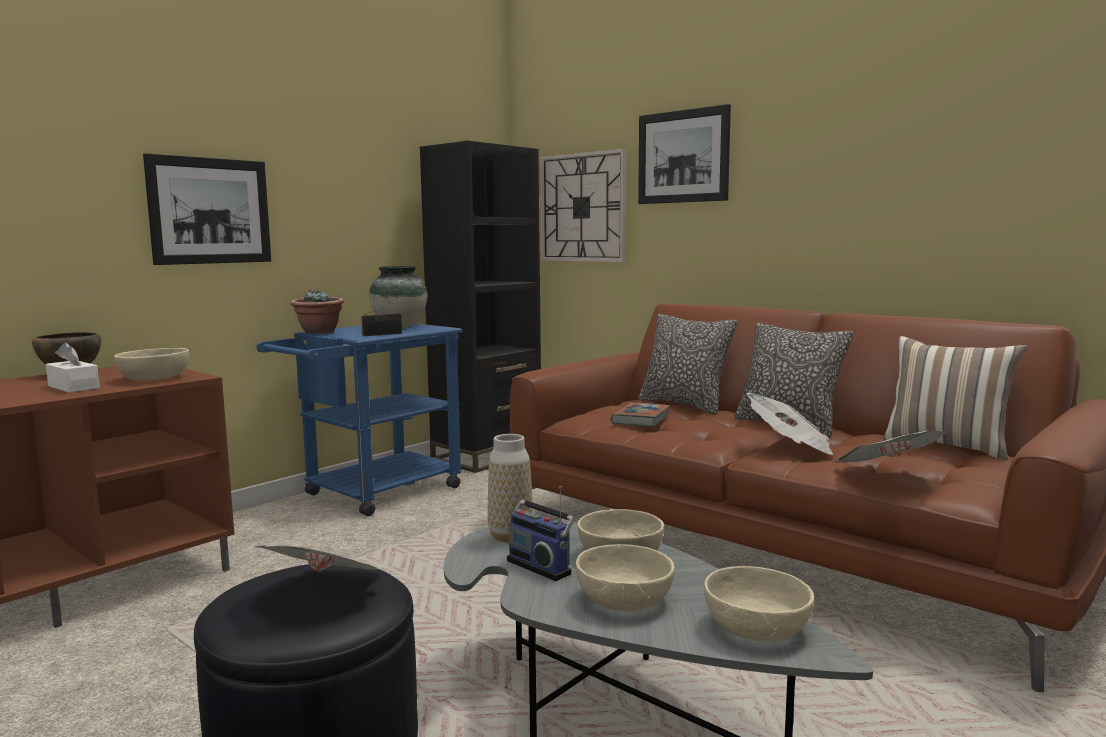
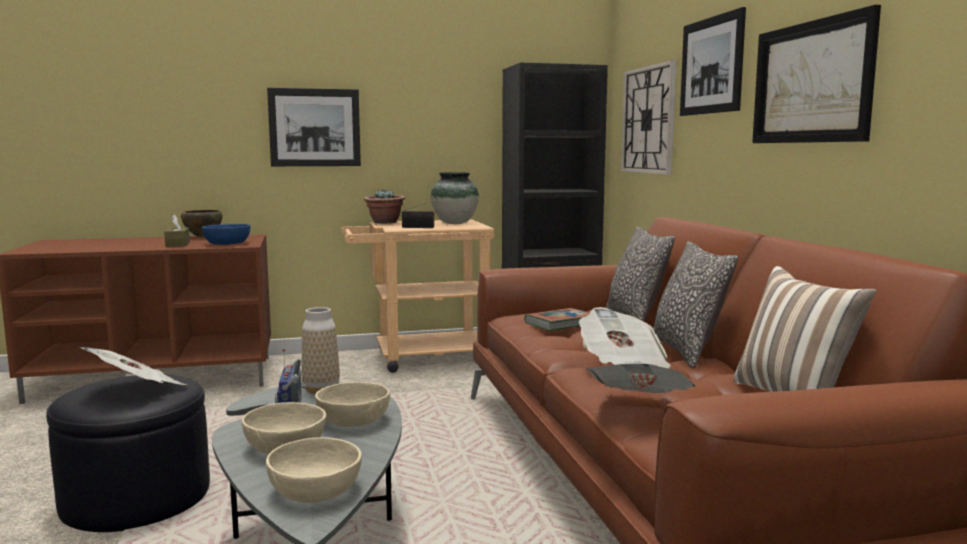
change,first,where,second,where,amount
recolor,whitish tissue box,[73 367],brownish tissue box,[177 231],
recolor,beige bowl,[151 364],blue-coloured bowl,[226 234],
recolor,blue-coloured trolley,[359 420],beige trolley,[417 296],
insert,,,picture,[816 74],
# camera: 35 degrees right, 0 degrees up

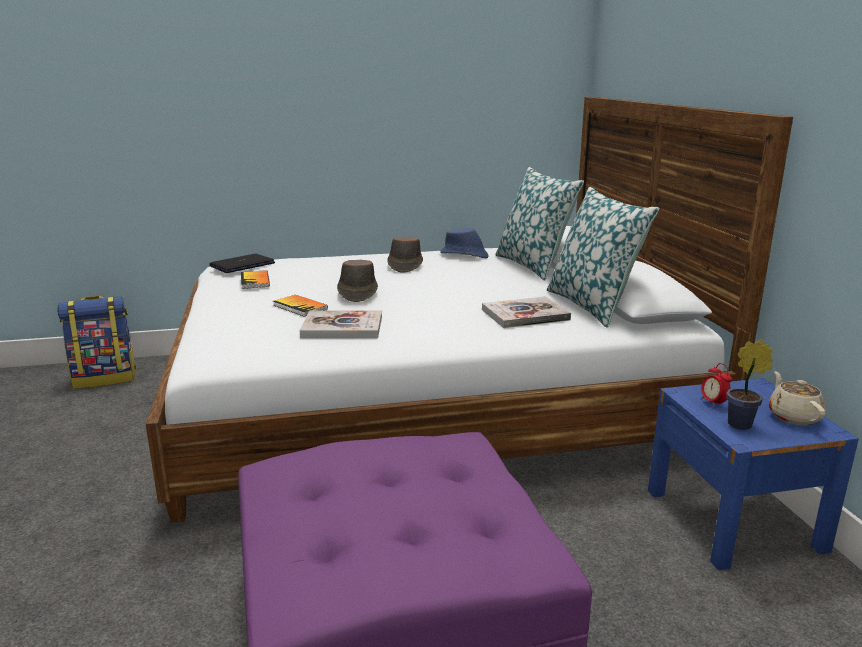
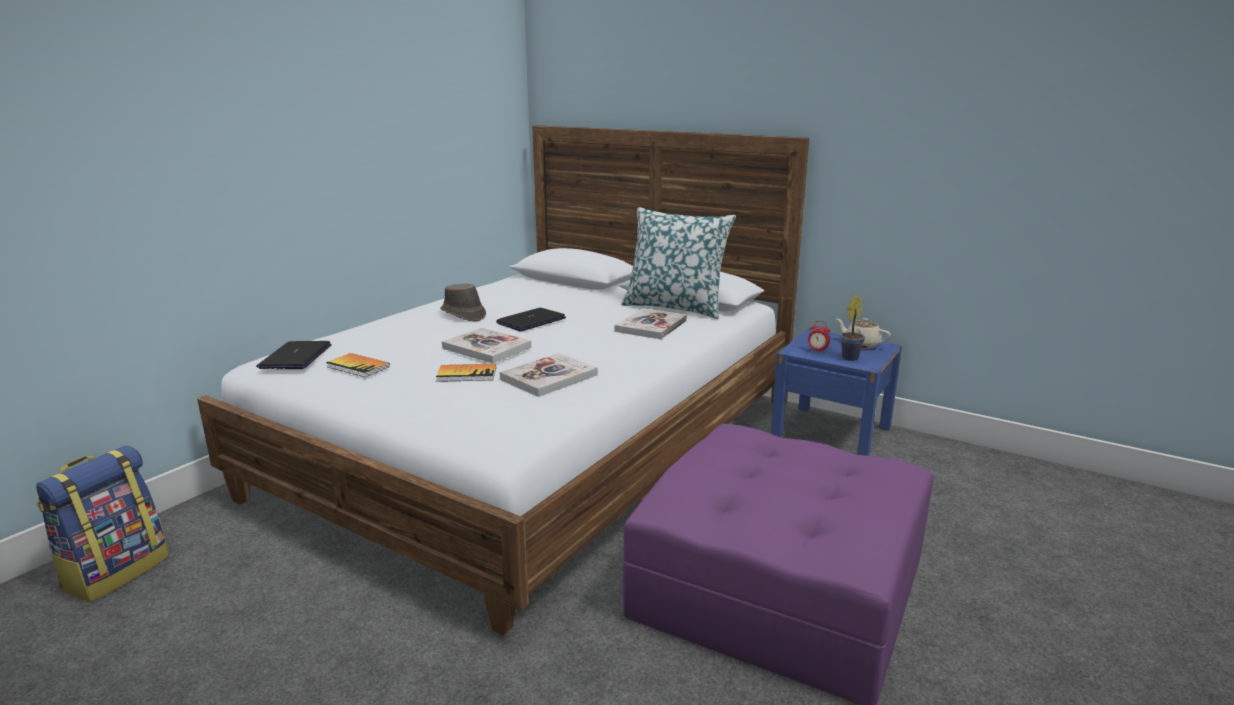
change,first,where,second,where,amount
replace,brownish clothing hat,[357 281],bound book,[486 345],
insert,,,laptop,[531 319],
delete,blue-coloured clothing hat,[464 243],,,
delete,pillow,[539 224],,,
# camera: 45 degrees left, 0 degrees up

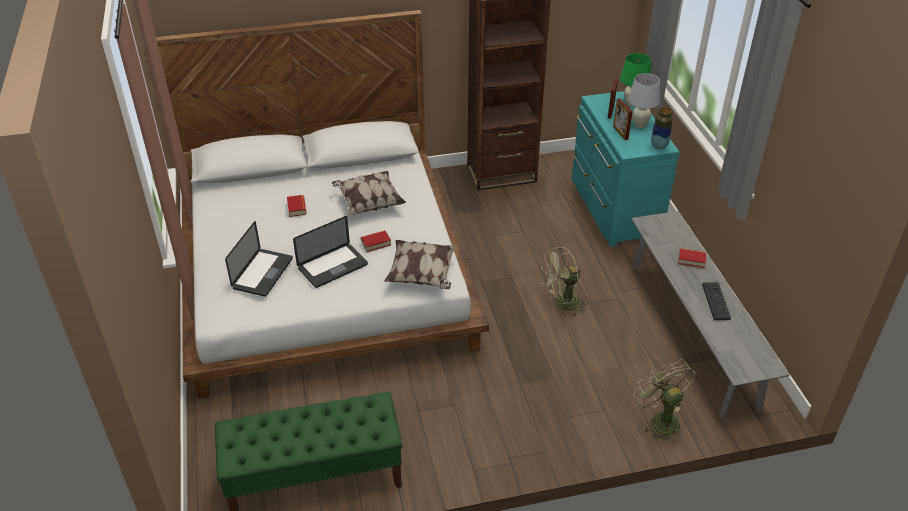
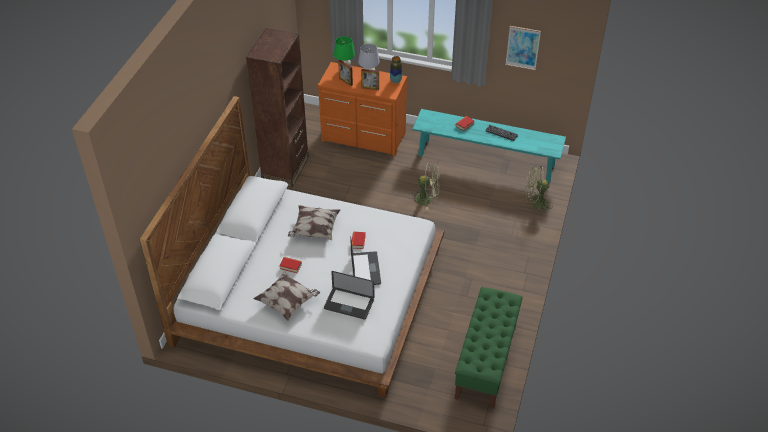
change,first,where,second,where,amount
move,pillow,[420 264],,[286 296],
recolor,turquoise-coloured chest of drawers,[626 169],orangey chest of drawers,[362 109],
rotate,laptop,[259 259],,[349 295],150 degrees clockwise
rotate,green fan,[564 282],,[425 186],90 degrees counterclockwise
recolor,grey indoor bench,[710 315],turquoise-coloured indoor bench,[489 146],
insert,,,picture,[523 48],
# camera: 60 degrees left, 5 degrees up

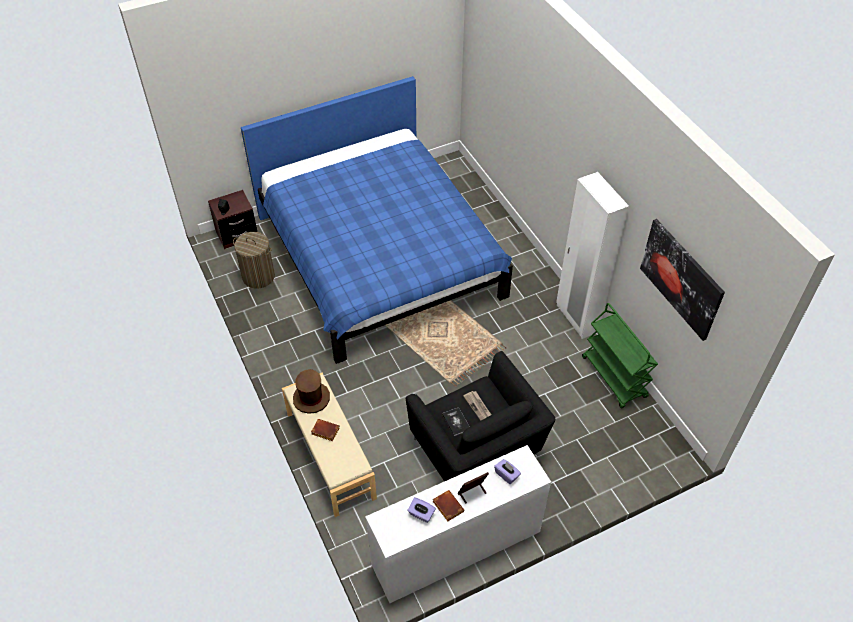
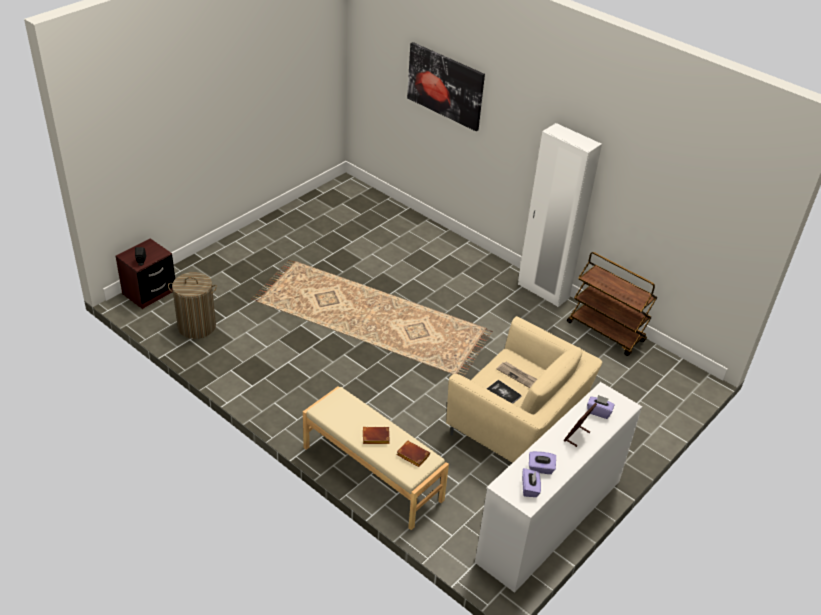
change,first,where,second,where,amount
move,brownish bound book,[448 505],,[413 454],
move,picture,[682 280],,[446 86],
recolor,black-coloured armchair,[480 416],beige armchair,[524 389],
insert,,,purplish tissue box,[531 482],
recolor,green trolley,[620 355],brownish trolley,[612 304],
delete,blue-coloured sleeping bed,[377 220],,,
delete,brownish clothing hat,[311 391],,,
# camera: 25 degrees left, 10 degrees down

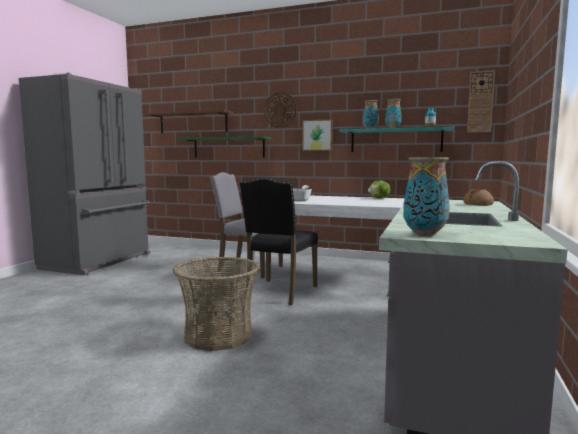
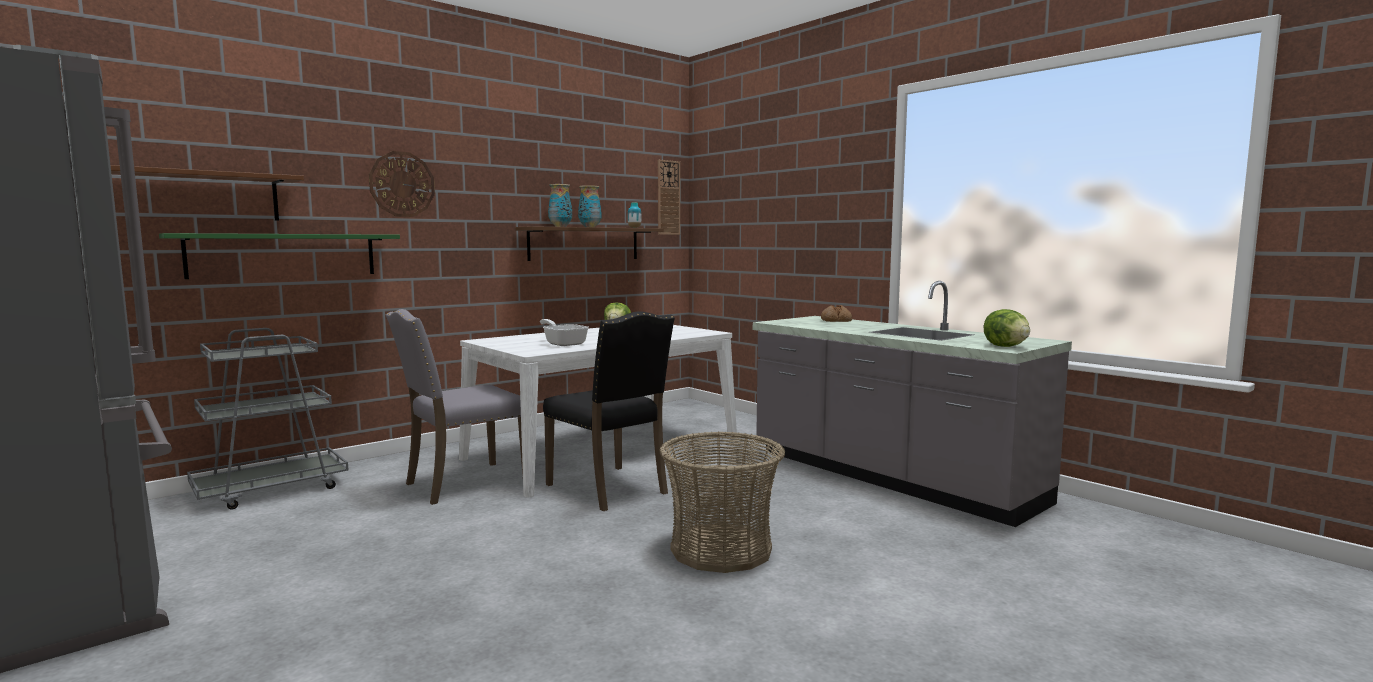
change,first,where,second,where,amount
insert,,,grey trolley,[267 419],
recolor,turquoise-coloured wall shelf,[396 139],brownish wall shelf,[589 243],
replace,decorative vase,[426 196],head of lettuce,[1006 328],
delete,picture,[317 135],,,
# camera: 60 degrees left, 0 degrees up

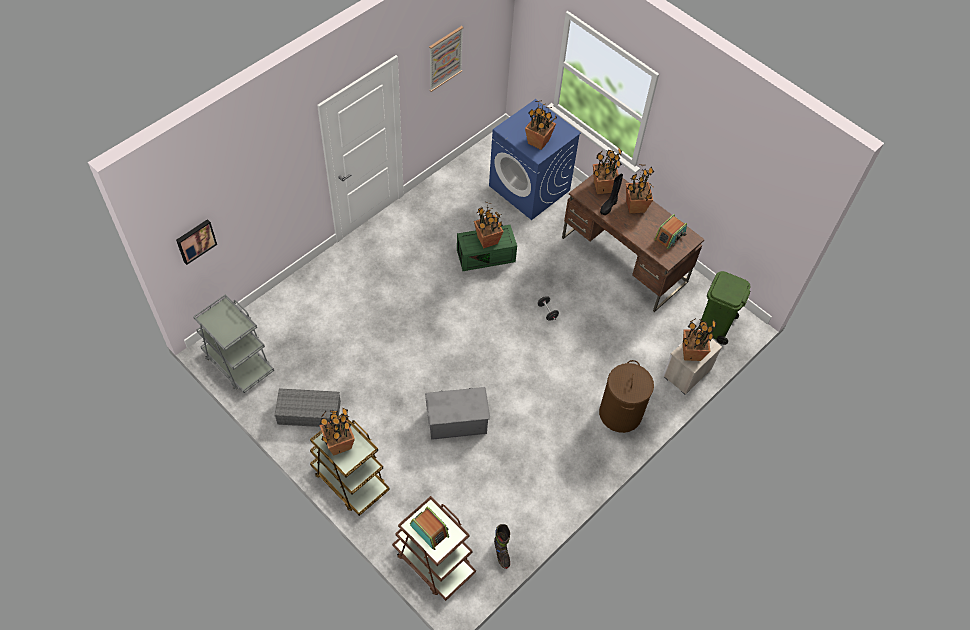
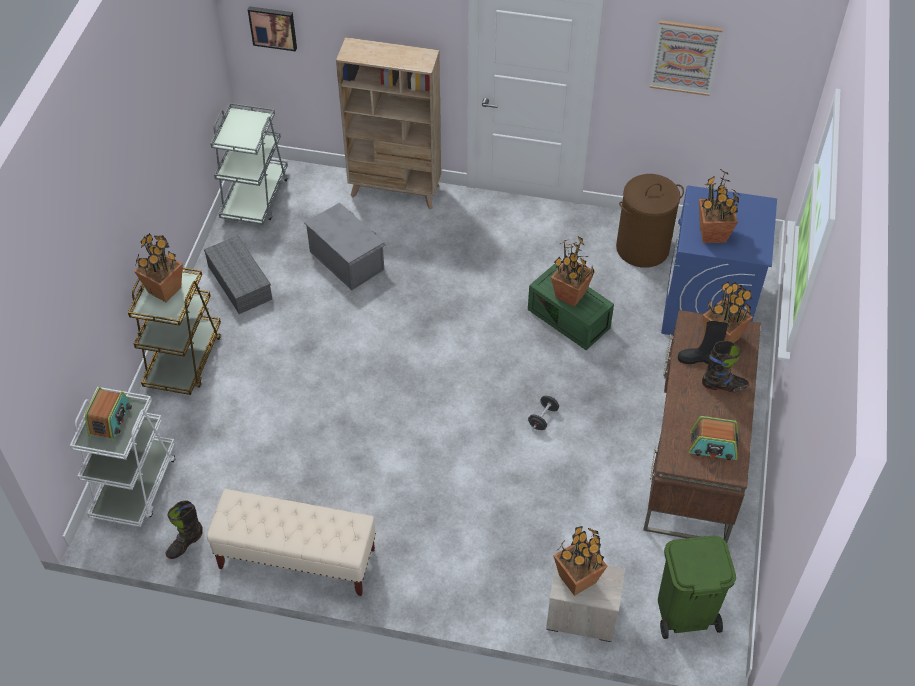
change,first,where,second,where,amount
recolor,brownish trolley,[434 548],whitish trolley,[123 457],
insert,,,beige indoor bench,[291 542],
move,grey storage box,[457 413],,[345 246],
insert,,,beige shelving unit,[388 123],
move,brownish laundry basket,[626 396],,[650 221],
replace,potted plant,[640 189],black-coloured boot,[725 366],
# camera: 60 degrees right, 5 degrees down

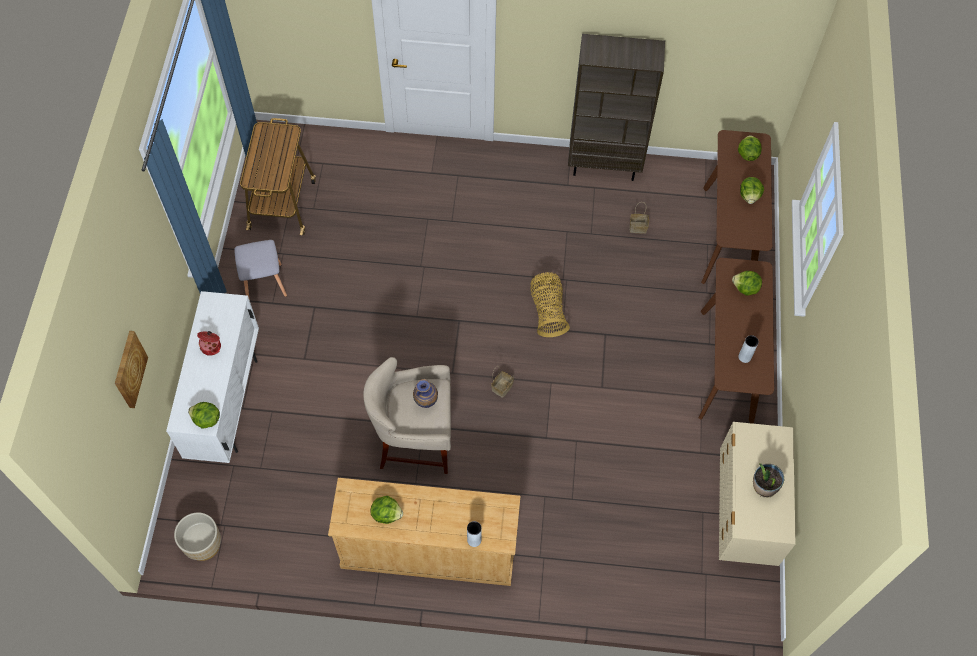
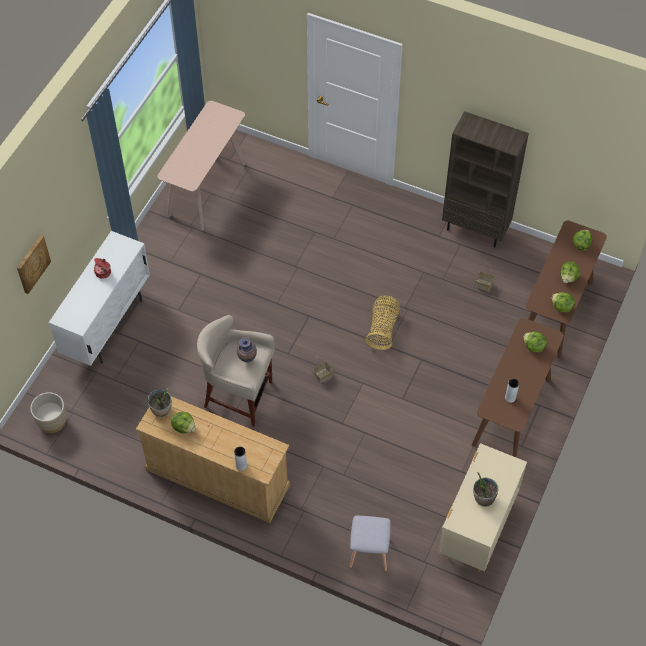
change,first,where,second,where,amount
insert,,,potted plant,[159 402],
replace,trolley,[278 176],beige hall table,[201 166],
move,grey stool seat,[260 270],,[370 544],
move,head of lettuce,[204 415],,[563 302],
# camera: 20 degrees right, 5 degrees down

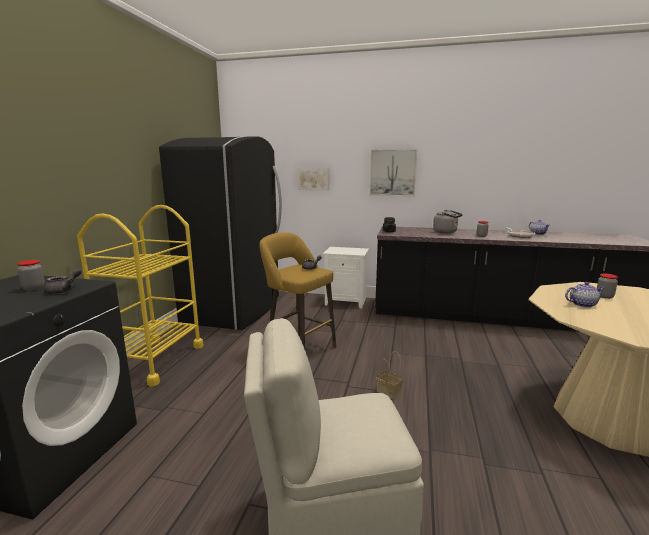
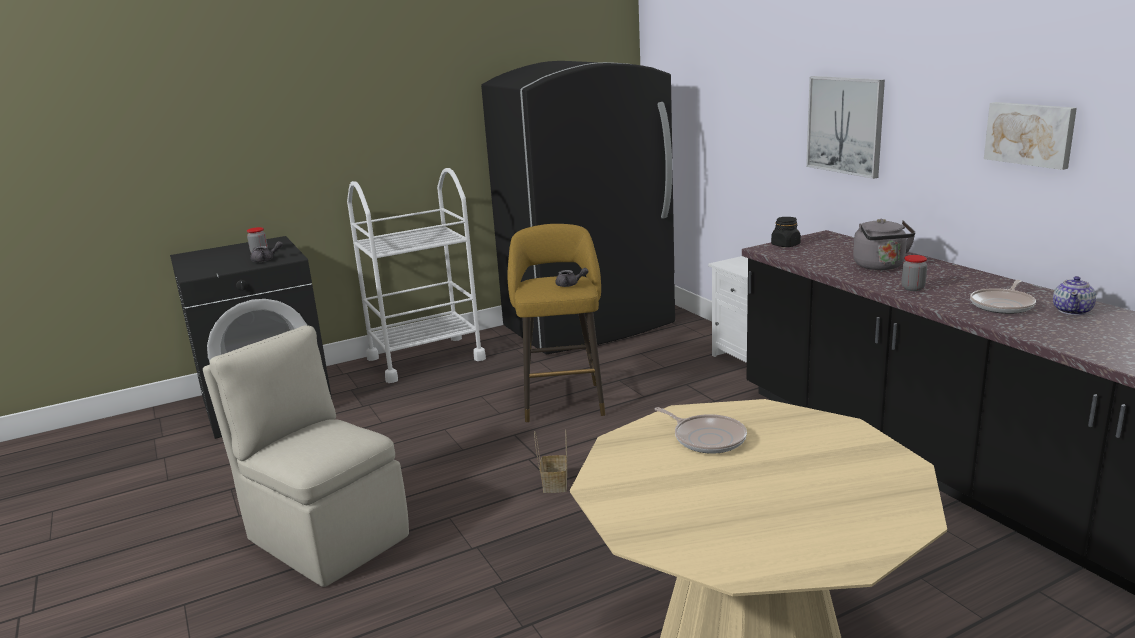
change,first,where,second,where,amount
recolor,yellow trolley,[140 295],whitish trolley,[416 275],
replace,tea pot,[585 295],frying pan,[701 430],
move,picture,[314 179],,[1030 136],
delete,storage jar,[607 286],,,
# camera: 50 degrees right, 5 degrees up

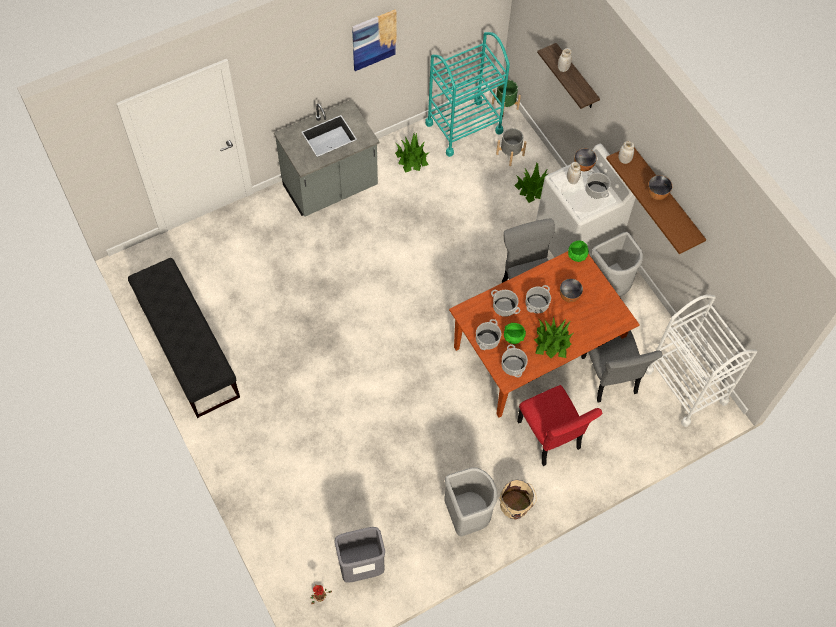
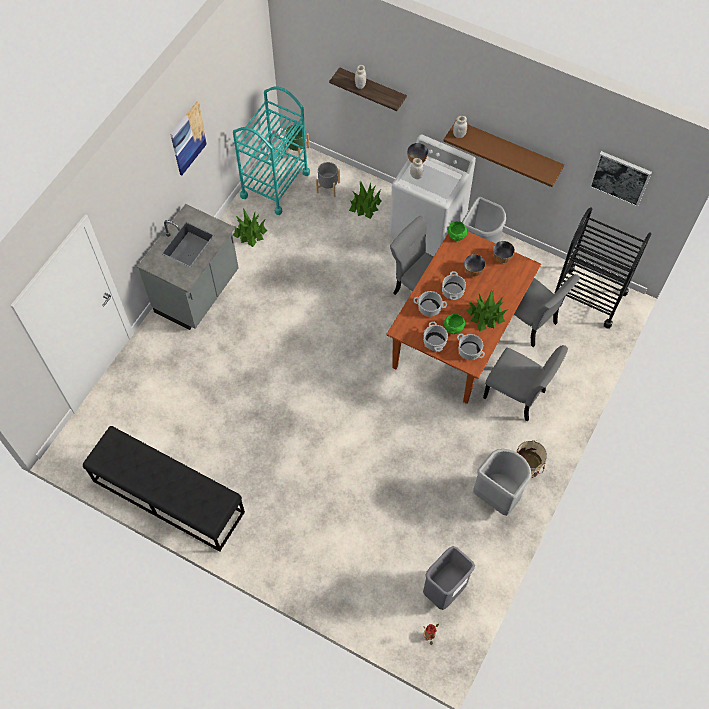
change,first,where,second,where,amount
recolor,red upright chair,[559 425],grey upright chair,[525 383],
move,bowl,[660 187],,[504 252],
recolor,whitish trolley,[701 361],black-coloured trolley,[603 268],
insert,,,picture,[620 179],
delete,cooking pot,[598 184],,,
# camera: 30 degrees left, 0 degrees up

